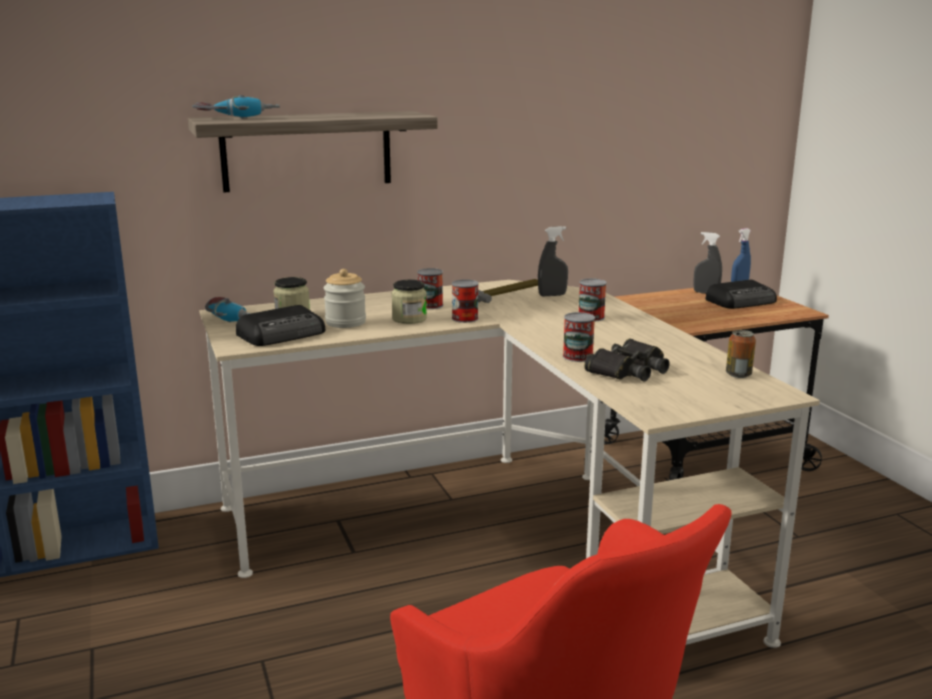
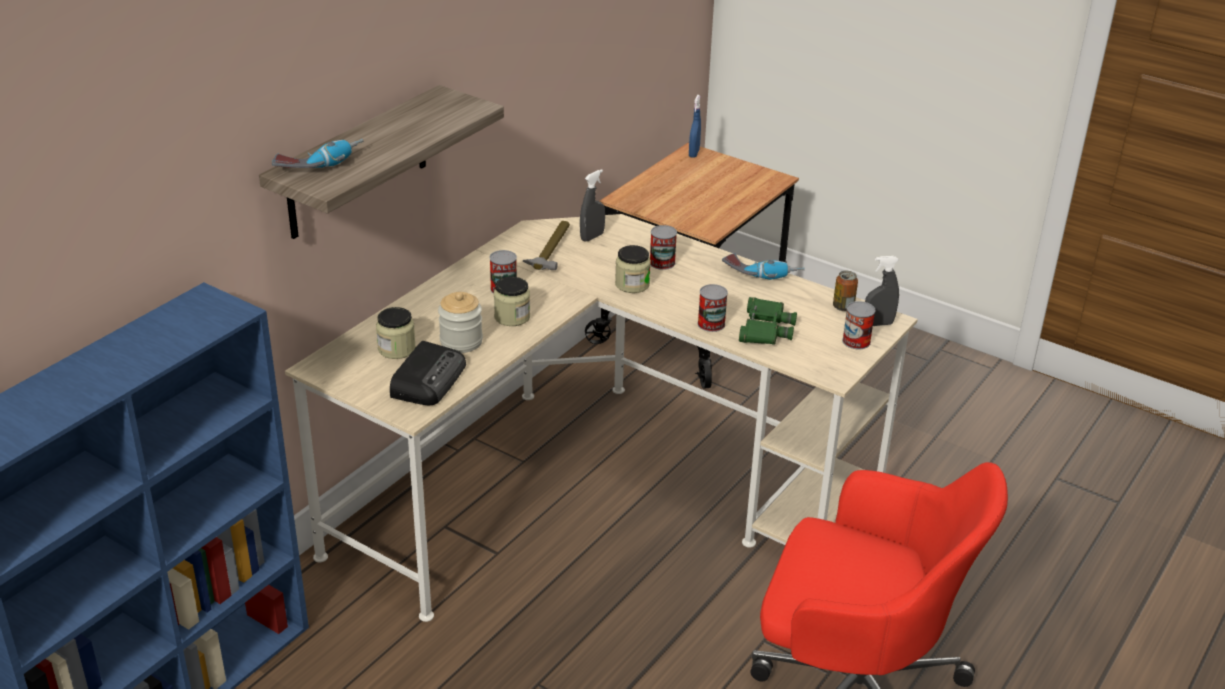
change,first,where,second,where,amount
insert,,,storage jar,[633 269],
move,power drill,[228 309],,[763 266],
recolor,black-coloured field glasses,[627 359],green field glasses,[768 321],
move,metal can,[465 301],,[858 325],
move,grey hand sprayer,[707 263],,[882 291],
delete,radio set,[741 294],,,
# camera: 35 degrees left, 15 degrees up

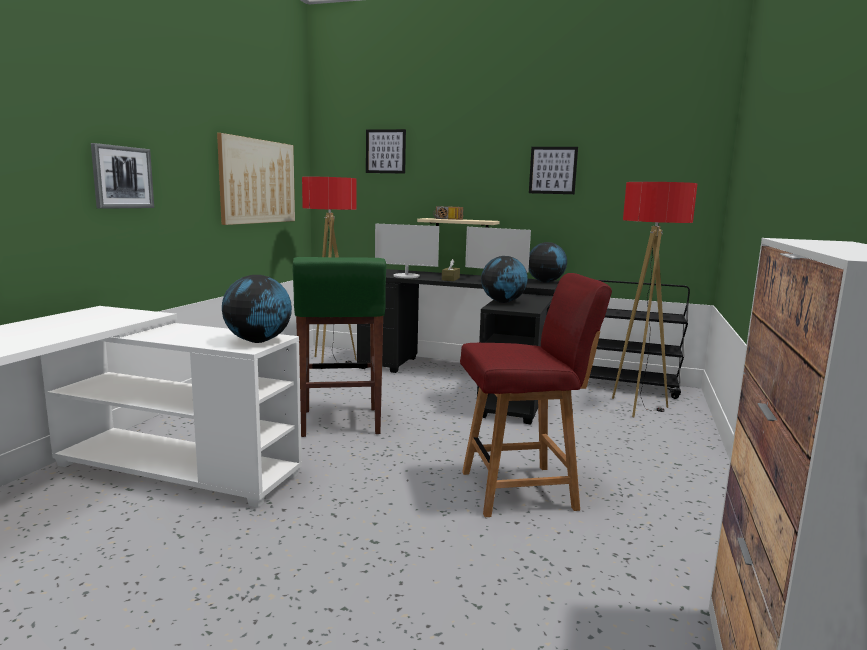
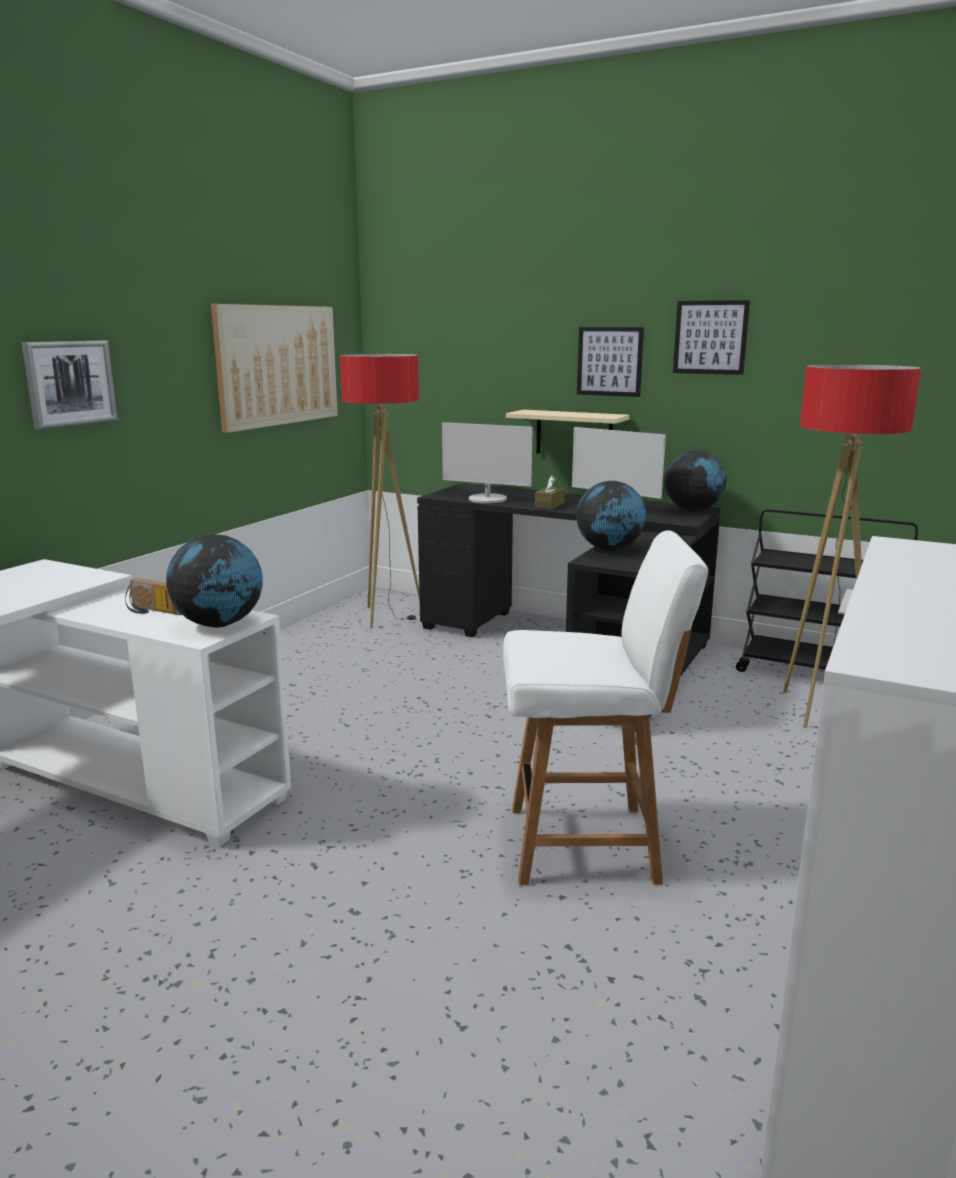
change,first,where,second,where,amount
move,radio set,[448 213],,[153 596],
recolor,red upright chair,[536 395],whitish upright chair,[605 707],
move,picture,[386 151],,[610 362],
delete,green stool seat,[339 347],,,
# camera: 10 degrees right, 5 degrees up

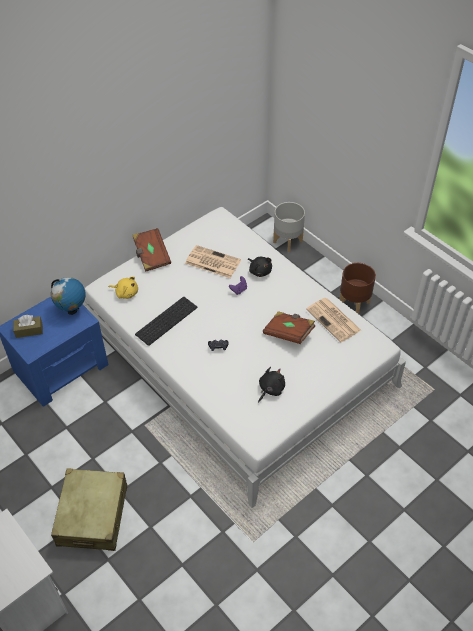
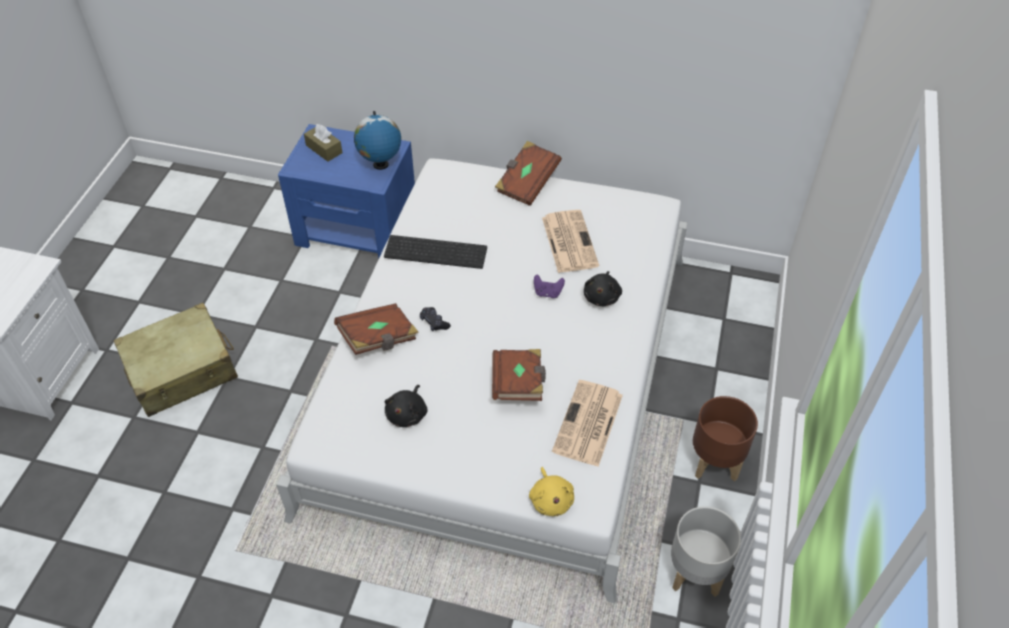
change,first,where,second,where,amount
insert,,,brownish bound book,[376 329],
rotate,black-coloured cuddly toy,[271 384],,[406 406],105 degrees clockwise
move,yellow cuddly toy,[123 287],,[551 491],
move,grey flower pot,[289 227],,[706 551],
# camera: 55 degrees right, 0 degrees up

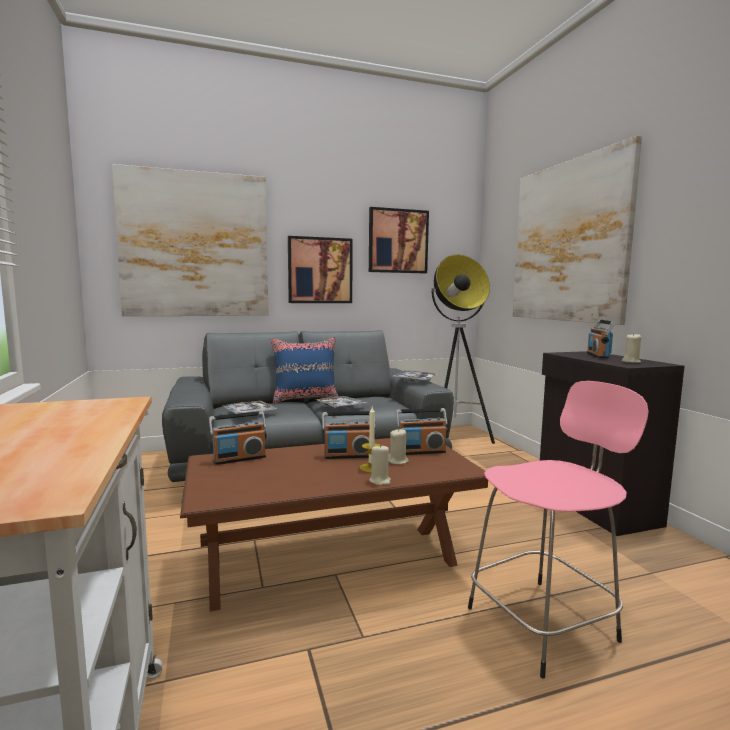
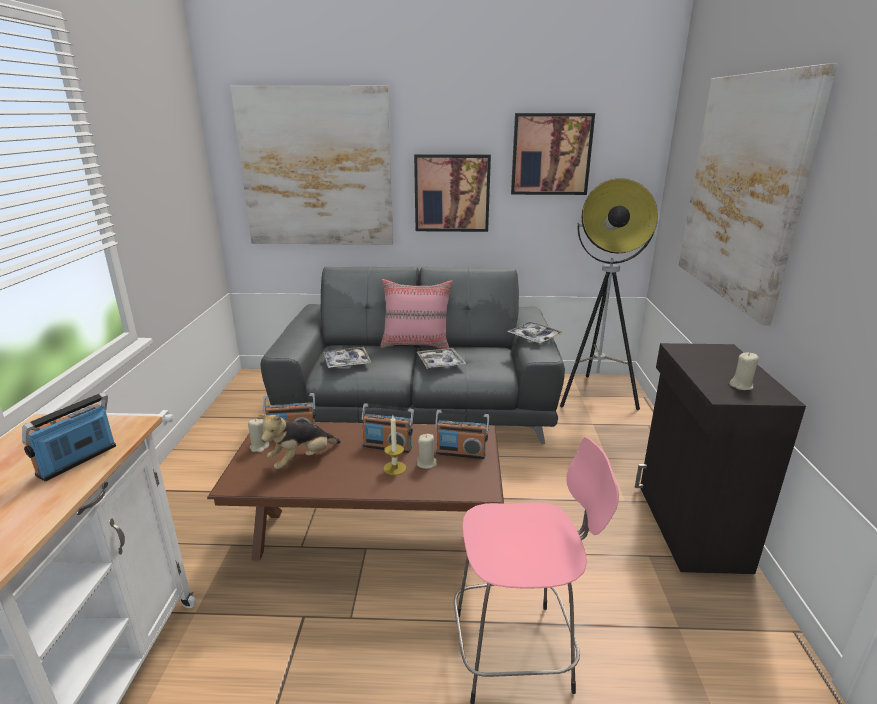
change,first,where,second,where,amount
move,radio set,[601 339],,[69 436],
move,beige candle,[380 464],,[258 435],
insert,,,cuddly toy,[300 441],
recolor,blue-coloured pillow,[304 370],pink pillow,[416 314],
# camera: 20 degrees right, 15 degrees up

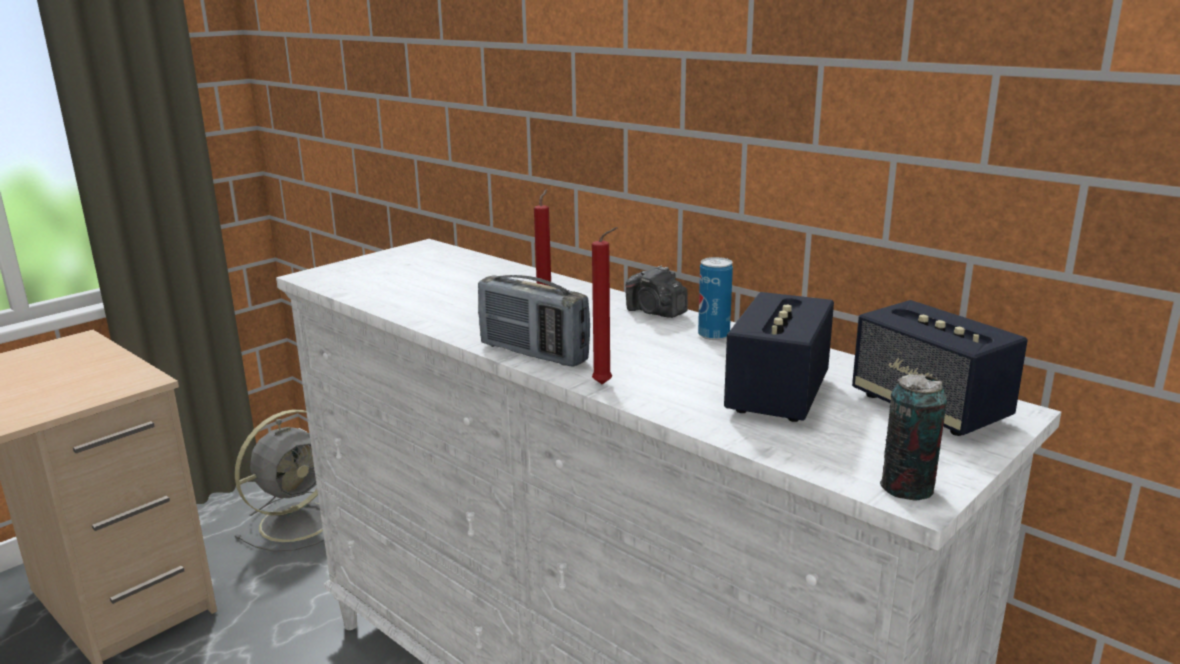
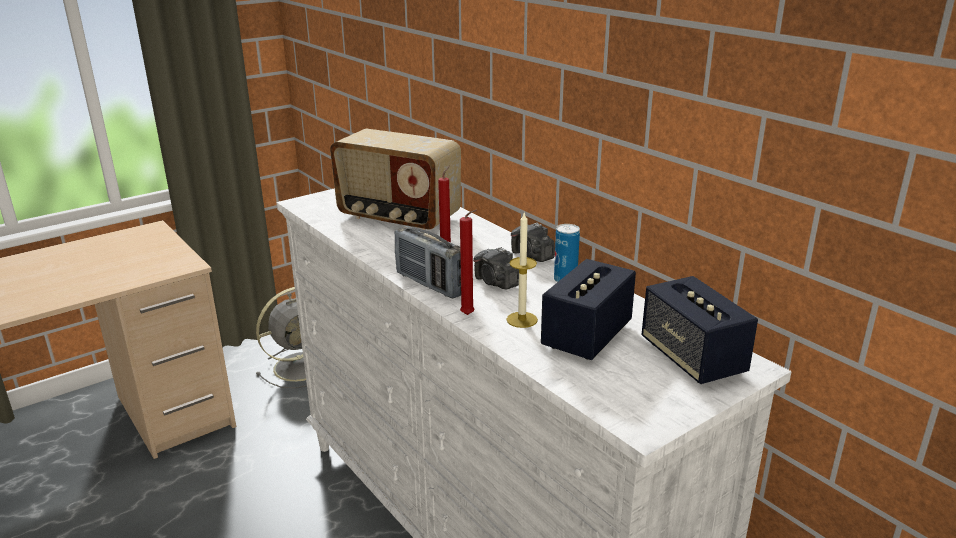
change,first,where,second,where,amount
insert,,,radio set,[395 179],
insert,,,photo camera,[496 268],
insert,,,candle,[522 270],
delete,metal can,[913 437],,,
# camera: 10 degrees right, 5 degrees up

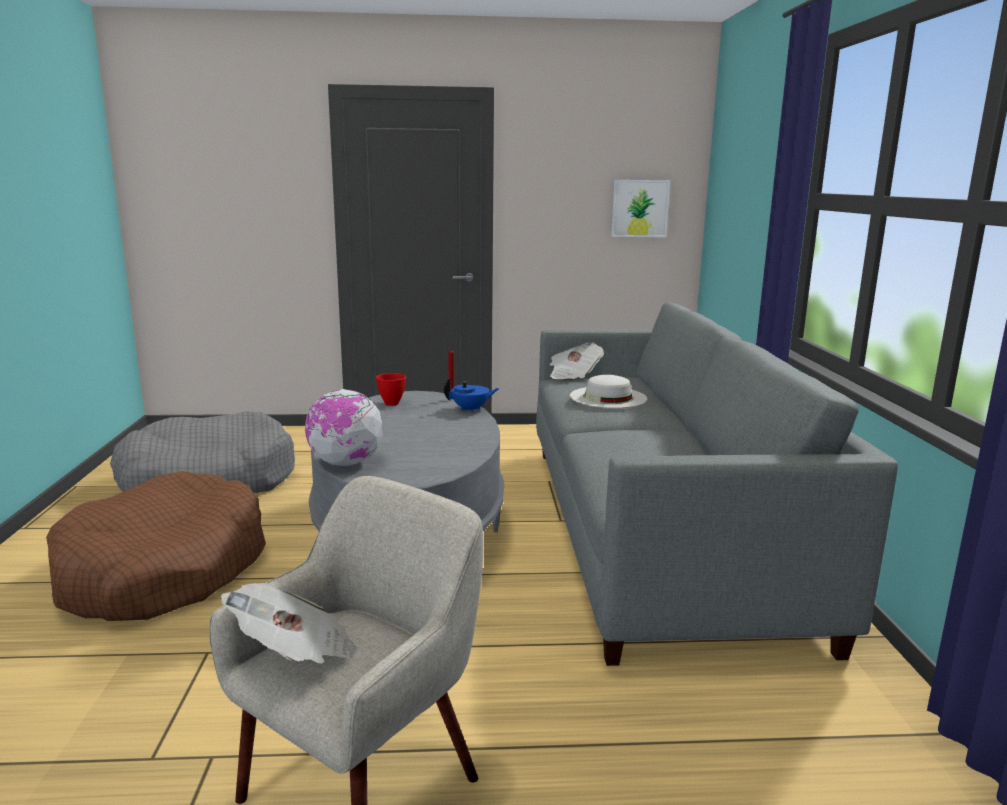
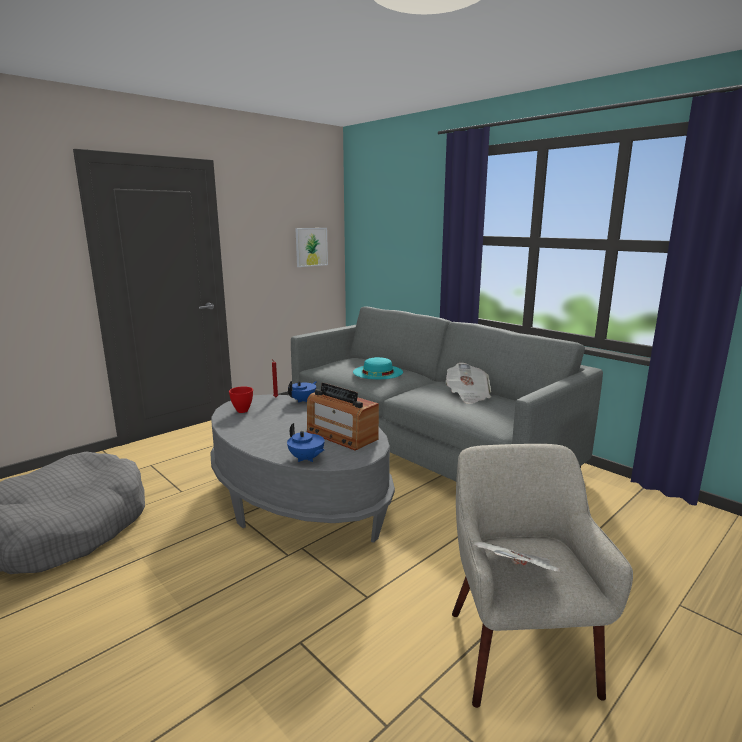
change,first,where,second,where,amount
replace,desk globe,[344 427],blue-coloured tea pot,[306 442],
insert,,,radio set,[343 417],
recolor,whitish clothing hat,[608 391],turquoise-coloured clothing hat,[378 368],
move,daily paper,[576 360],,[468 383],
delete,brownish dog cushion,[156 546],,,
# camera: 40 degrees left, 0 degrees up

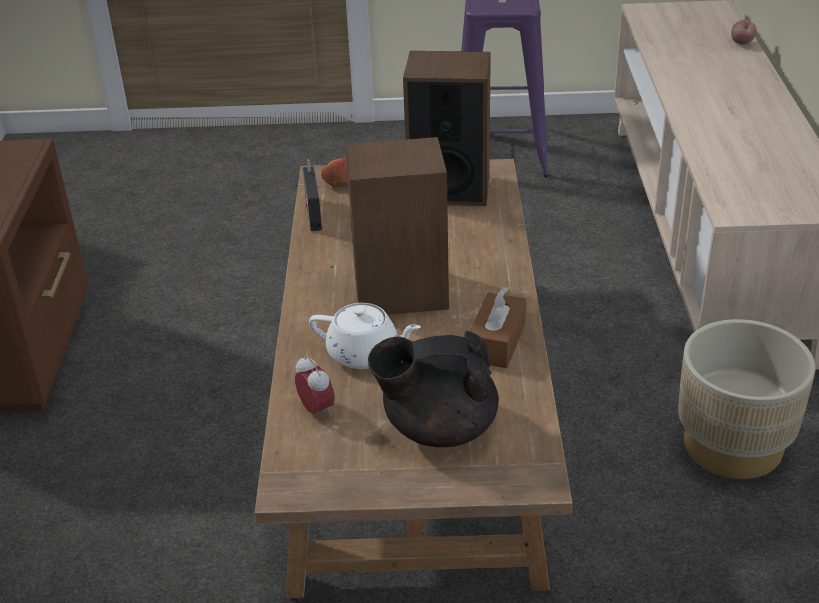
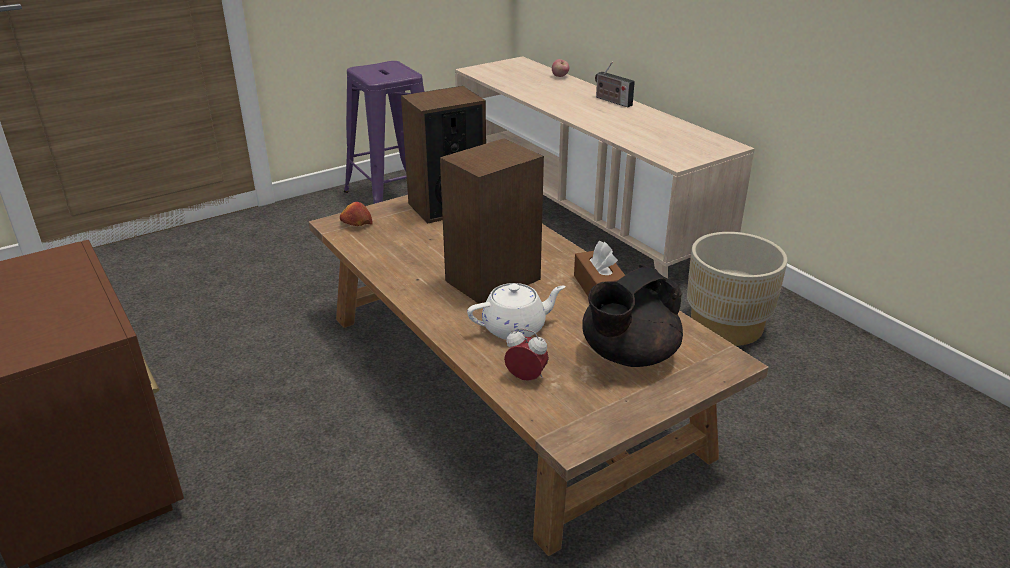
change,first,where,second,where,amount
move,radio set,[312 195],,[615 84],
# camera: 35 degrees left, 5 degrees down

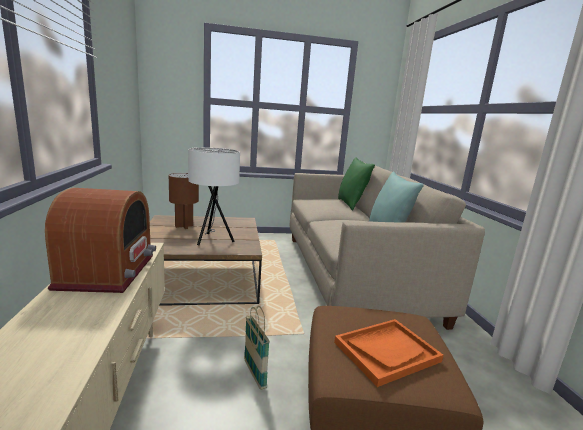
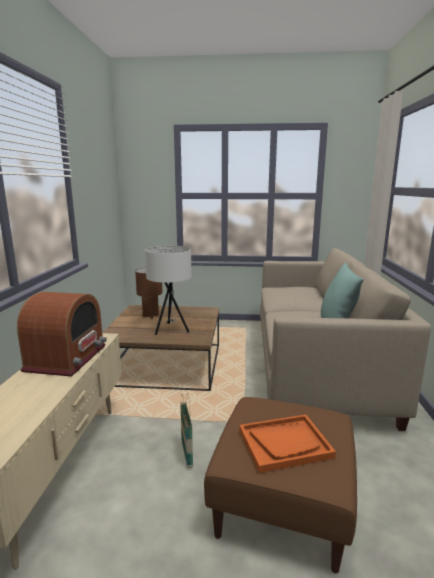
change,first,where,second,where,amount
delete,green pillow,[356 183],,,
# camera: 15 degrees right, 0 degrees up

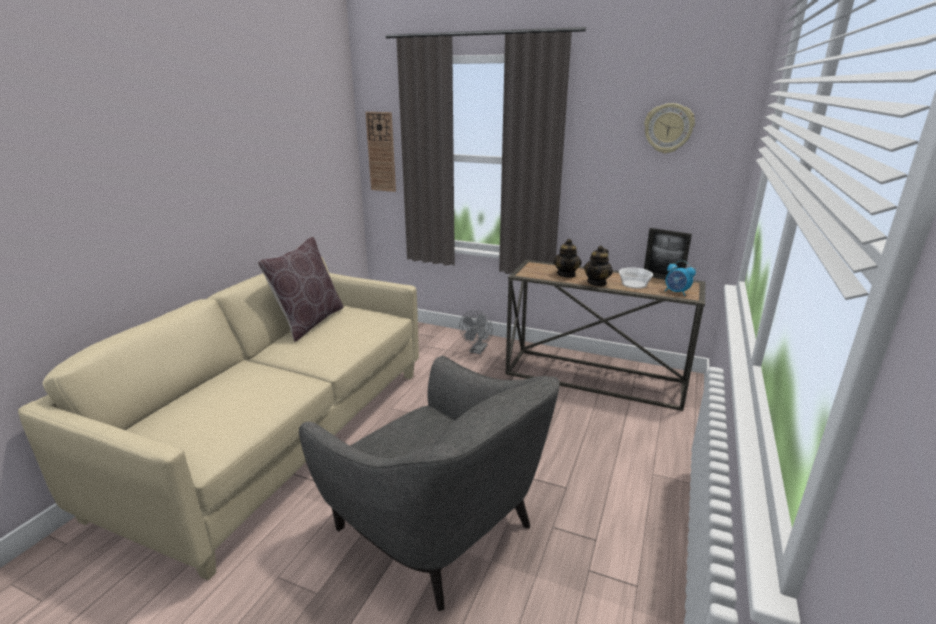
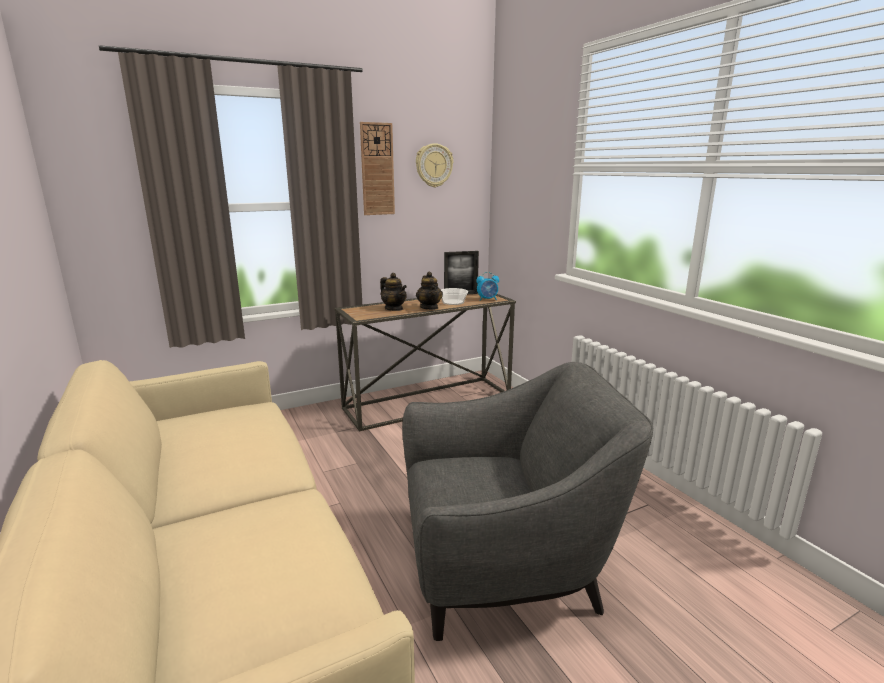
change,first,where,second,where,amount
move,hanging clock,[380 152],,[377 168],
delete,brownish pillow,[301 289],,,
delete,grey fan,[476 332],,,
# camera: 50 degrees left, 5 degrees down

